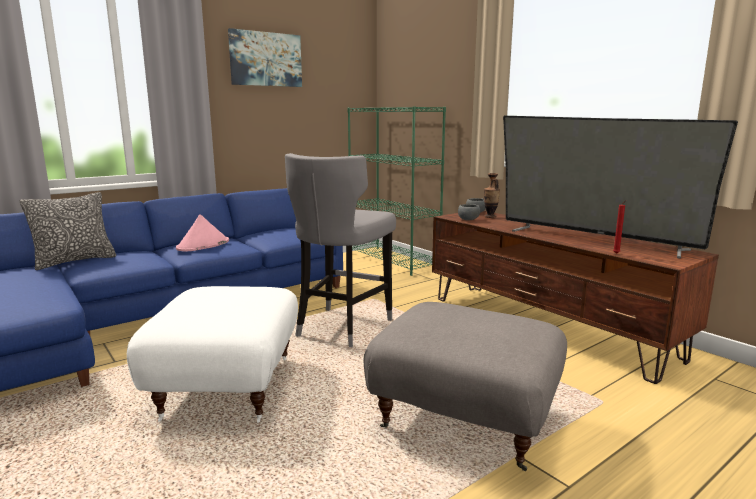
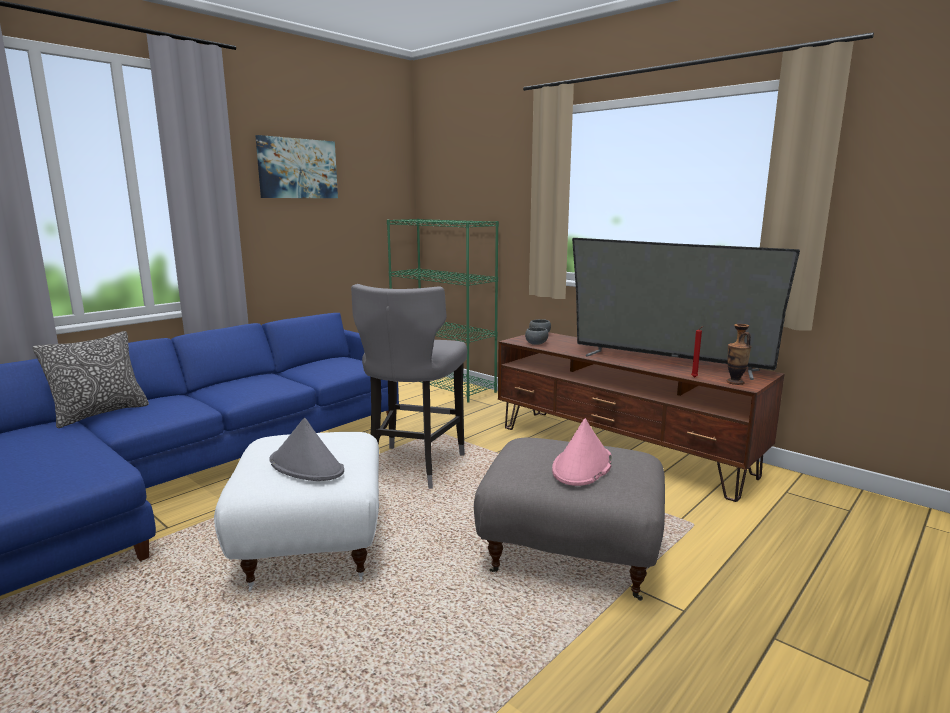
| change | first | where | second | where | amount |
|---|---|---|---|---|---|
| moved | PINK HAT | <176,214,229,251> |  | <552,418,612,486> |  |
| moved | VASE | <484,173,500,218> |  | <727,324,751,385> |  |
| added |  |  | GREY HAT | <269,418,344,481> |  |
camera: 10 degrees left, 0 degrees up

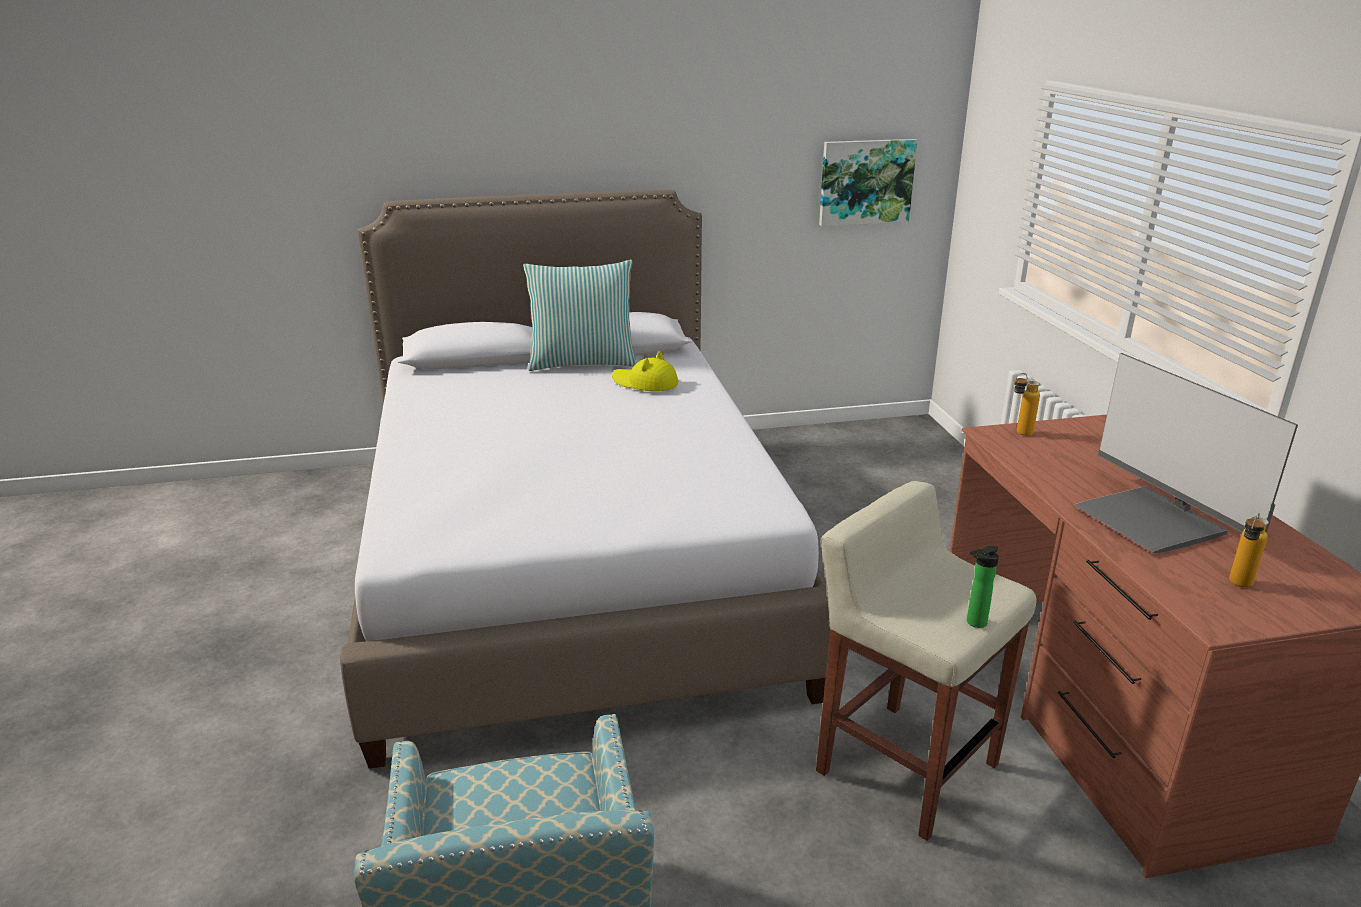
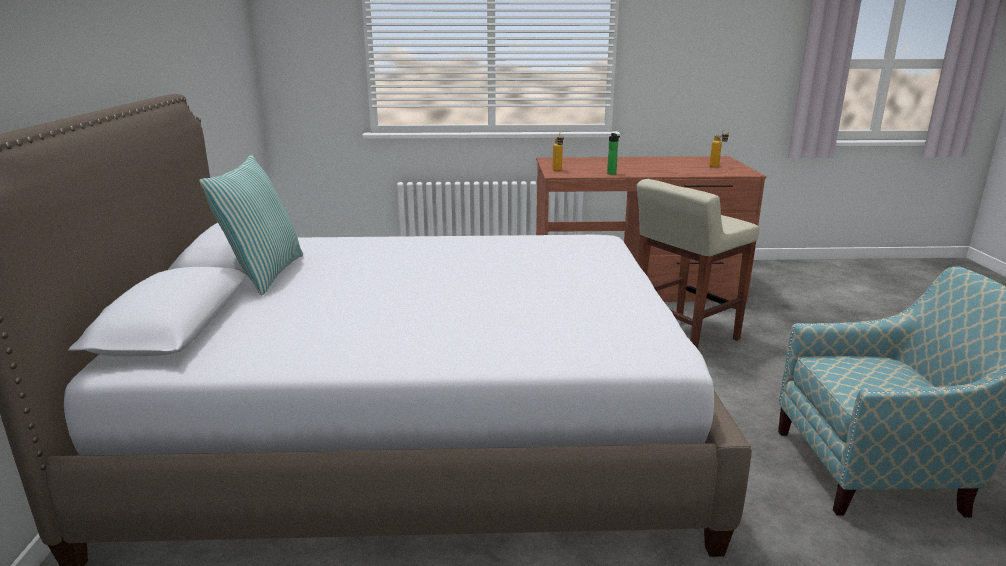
| change | first | where | second | where | amount |
|---|---|---|---|---|---|
| removed | YELLOW HAT | <612,351,678,392> |  |  |  |
| removed | PICTURE | <819,139,917,226> |  |  |  |
| moved | BOTTLE | <967,546,999,628> |  | <607,133,620,175> |  |
| removed | MONITOR | <1074,353,1298,553> |  |  |  |
camera: 80 degrees left, 5 degrees down

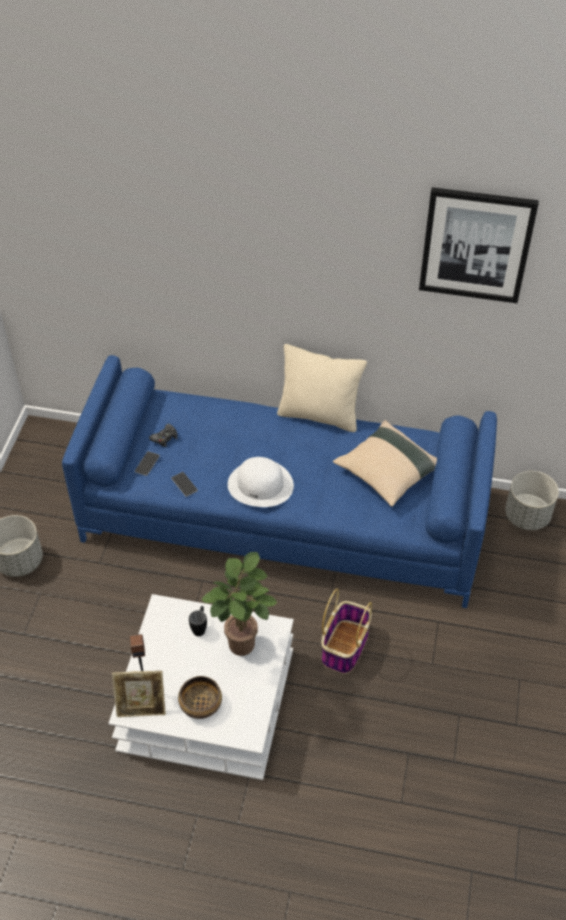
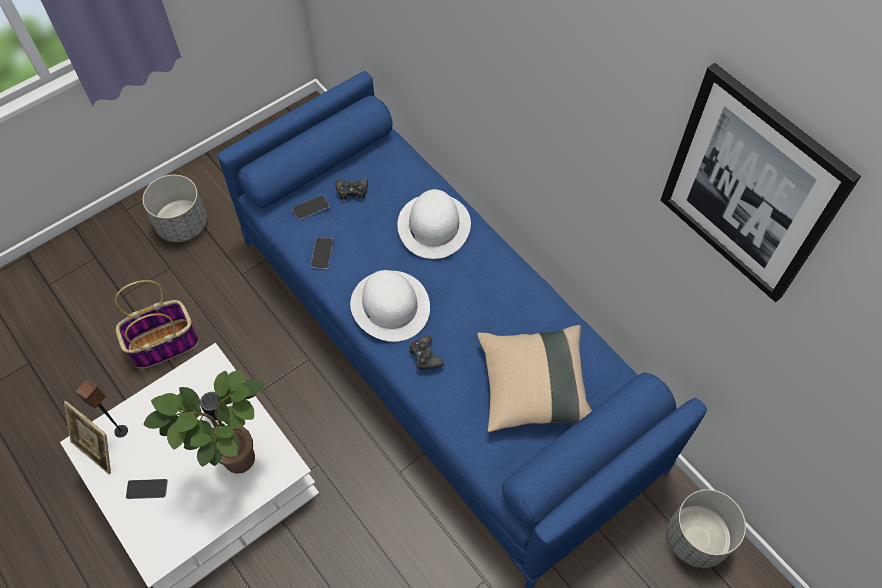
| change | first | where | second | where | amount |
|---|---|---|---|---|---|
| replaced | BOWL | <178,676,222,719> | PHONE | <126,479,168,499> |  |
| removed | BEIGE PILLOW | <277,344,367,432> |  |  |  |
| moved | BASKET | <321,589,372,674> |  | <115,280,199,368> |  |
| added |  |  | WHITE HAT | <397,189,471,259> |  |
| added |  |  | BLACK GAME CONTROLLER | <409,335,444,370> |  |
camera: 40 degrees right, 10 degrees up

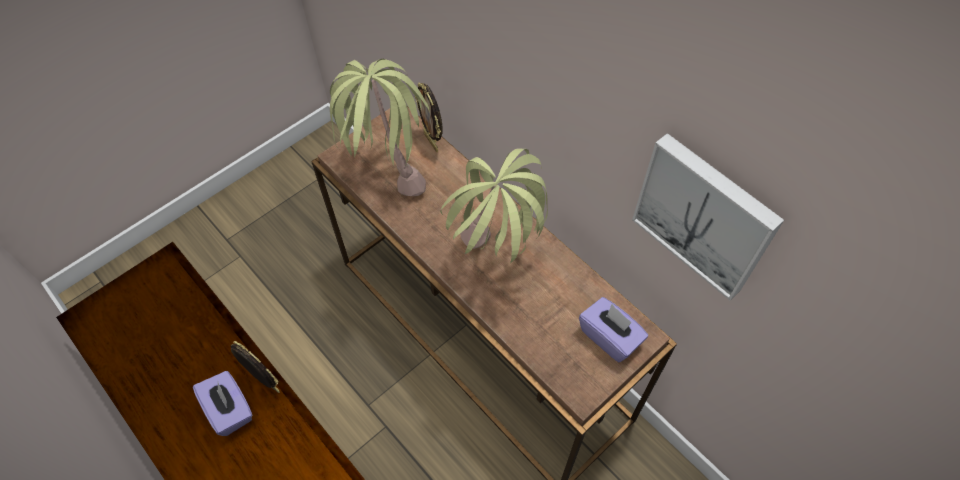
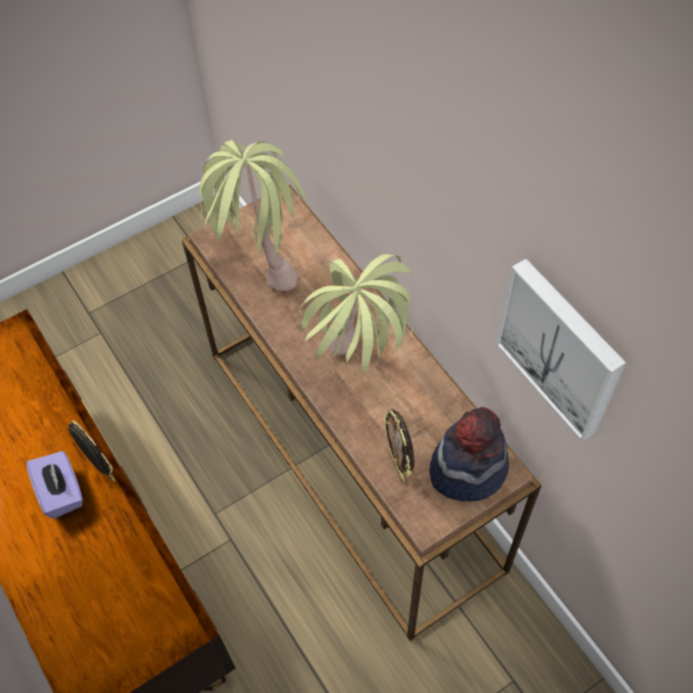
| change | first | where | second | where | amount |
|---|---|---|---|---|---|
| moved | PICTURE FRAME | <415,82,443,152> |  | <383,409,414,484> |  |
| replaced | PURPLE TISSUE BOX | <579,297,648,363> | HAT | <429,407,509,502> |  |
camera: 10 degrees right, 0 degrees up

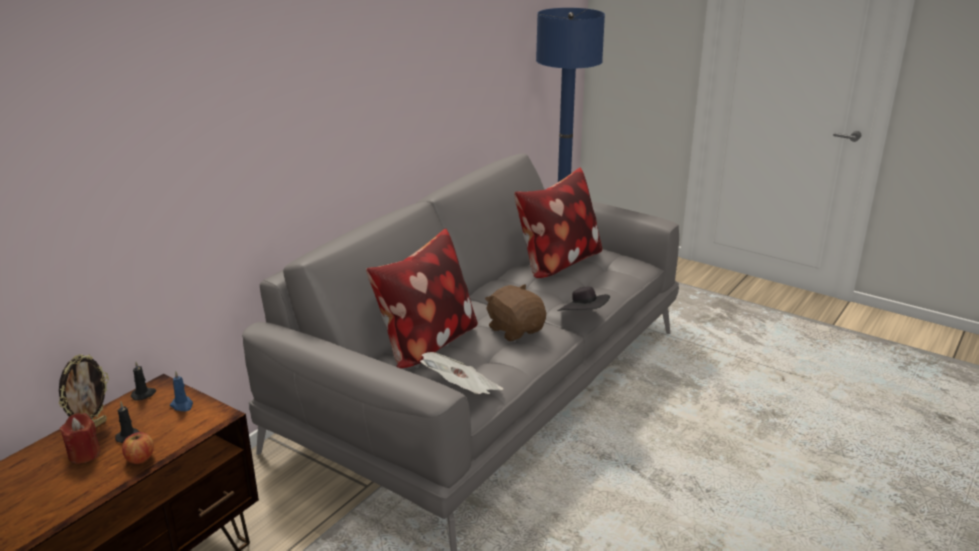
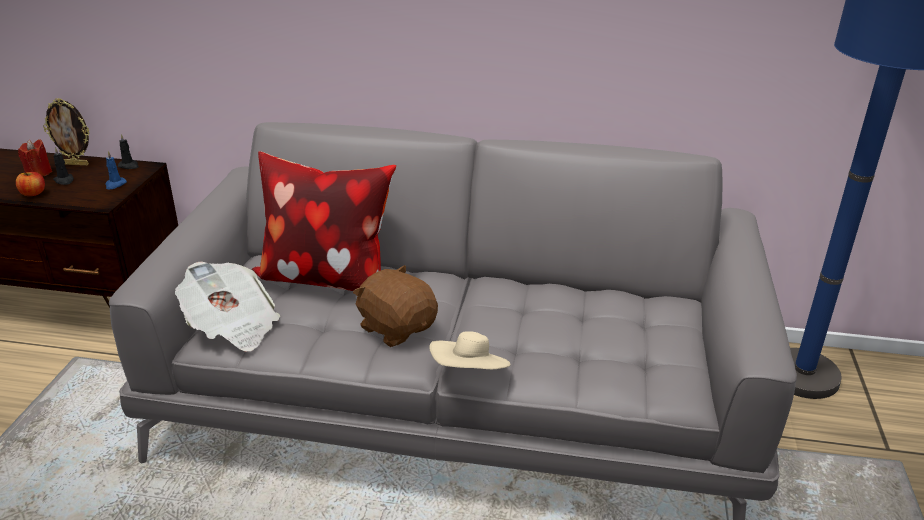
| change | first | where | second | where | amount |
|---|---|---|---|---|---|
| turned | BROWN PLUSH TOY | <485,284,546,341> |  | <353,265,438,347> | 75 degrees counterclockwise |
| removed | PILLOW | <514,167,602,278> |  |  |  |
| recoloured | BLACK HAT | <557,287,610,311> | BEIGE HAT | <429,332,510,369> |  |
camera: 65 degrees right, 5 degrees up

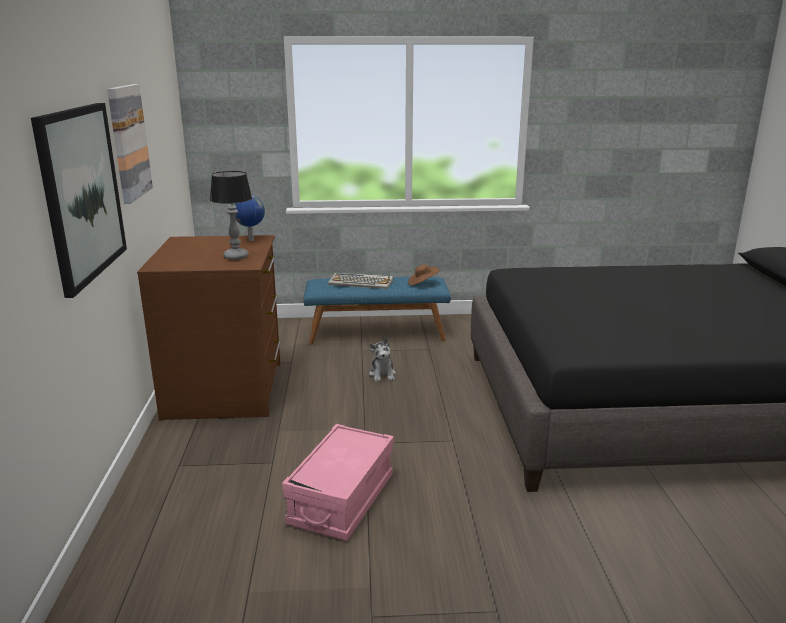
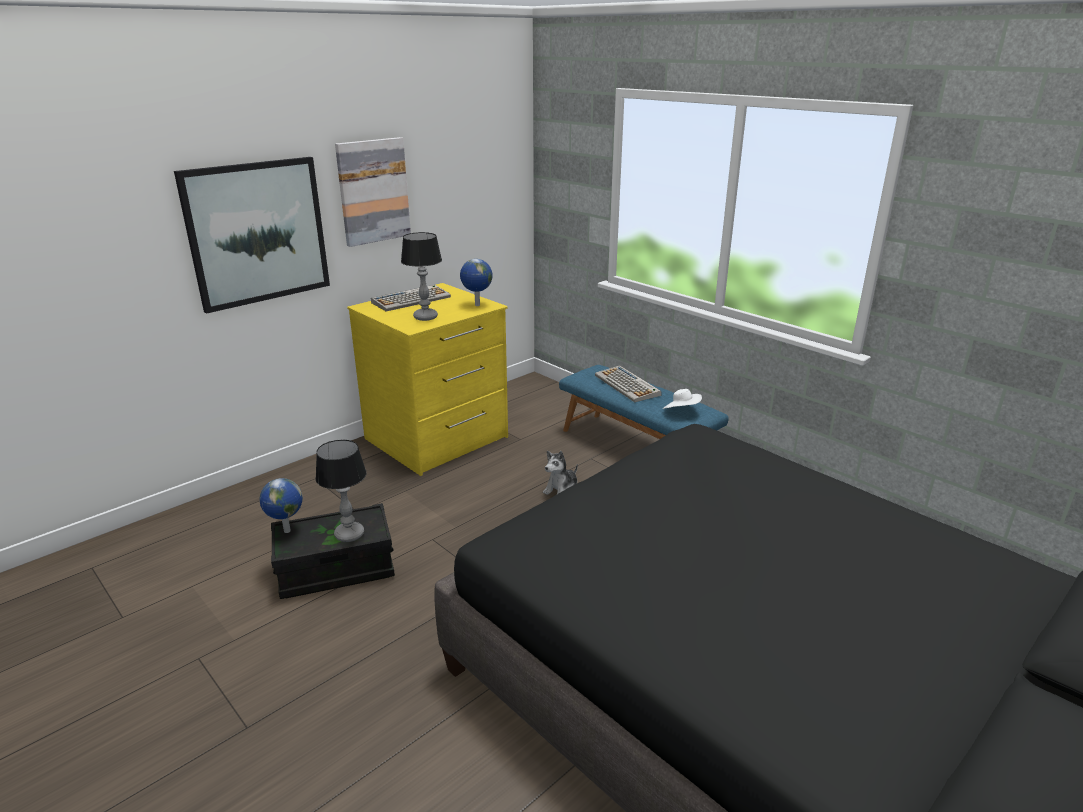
| change | first | where | second | where | amount |
|---|---|---|---|---|---|
| recoloured | BROWN DRESSER | <137,235,281,420> | YELLOW DRESSER | <347,283,508,476> |  |
| recoloured | PINK STORAGE BOX | <282,424,394,541> | BLACK STORAGE BOX | <271,503,395,599> |  |
| recoloured | BROWN HAT | <408,264,440,285> | WHITE HAT | <663,389,702,409> |  |
| added |  |  | GLOBE | <259,478,303,533> |  |
| added |  |  | TABLE LAMP | <315,440,367,542> |  |
| added |  |  | KEYBOARD | <371,285,451,312> |  |
camera: 50 degrees right, 5 degrees up

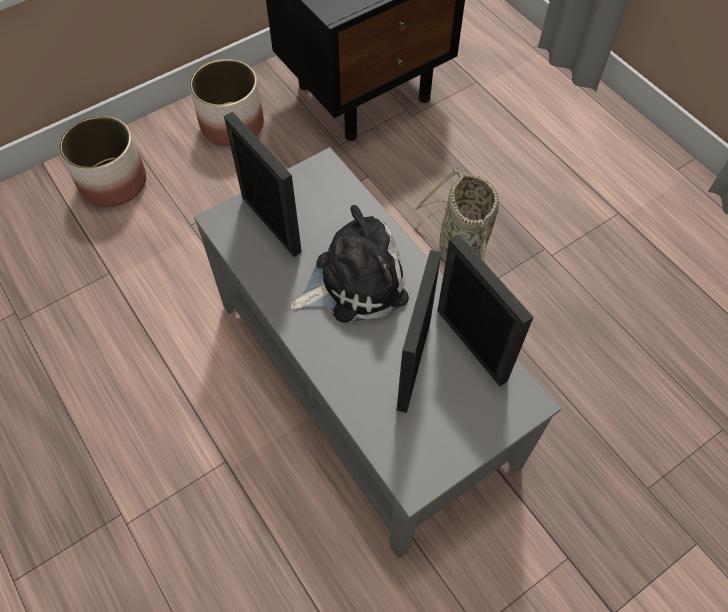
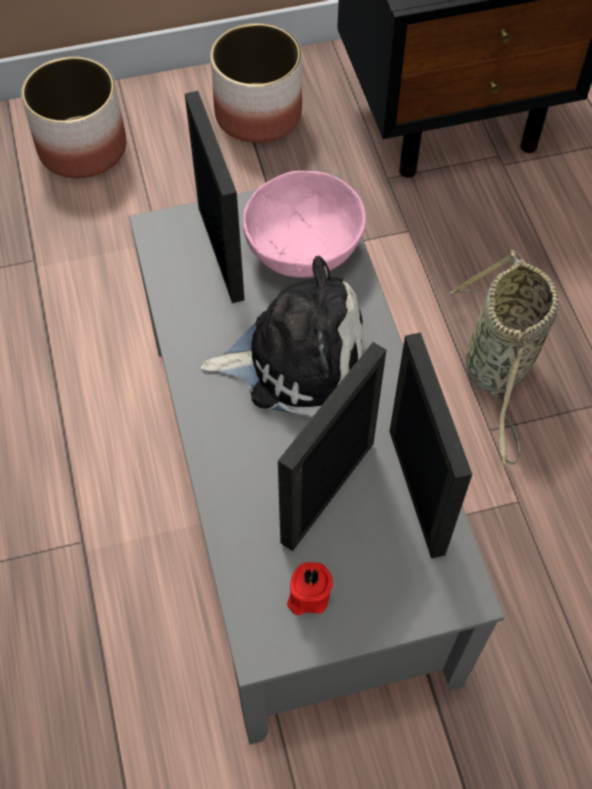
| change | first | where | second | where | amount |
|---|---|---|---|---|---|
| added |  |  | PINK BOWL | <243,171,366,278> |  |
| added |  |  | RED CANDLE | <287,562,333,615> |  |
camera: 20 degrees right, 0 degrees up

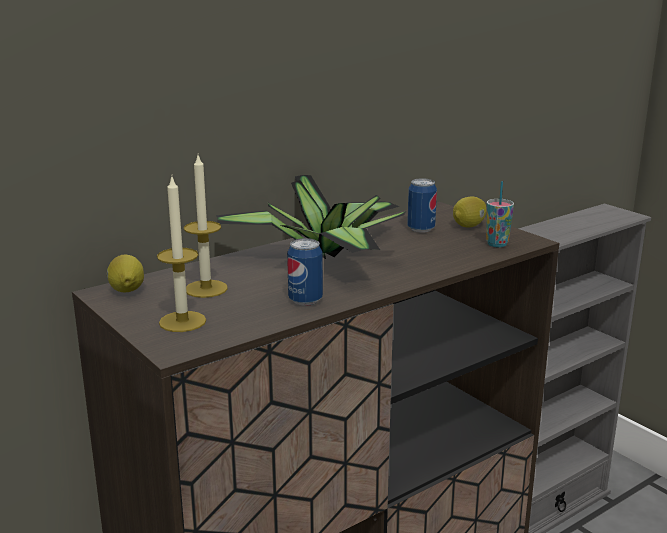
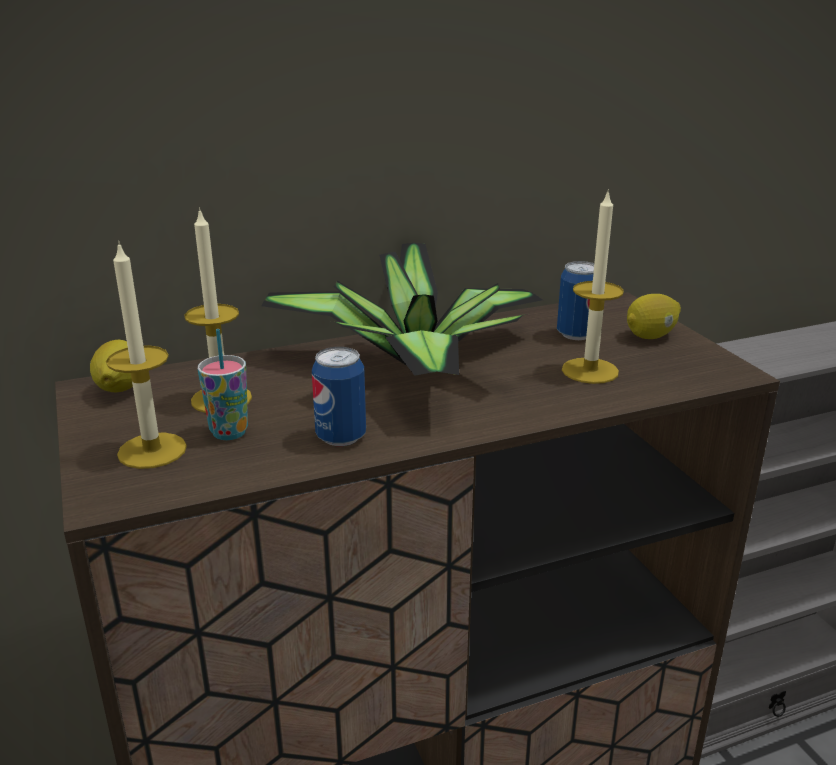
| change | first | where | second | where | amount |
|---|---|---|---|---|---|
| moved | CUP | <486,181,514,247> |  | <198,329,248,440> |  |
| added |  |  | CANDLE | <562,189,624,384> |  |
camera: 15 degrees right, 5 degrees up

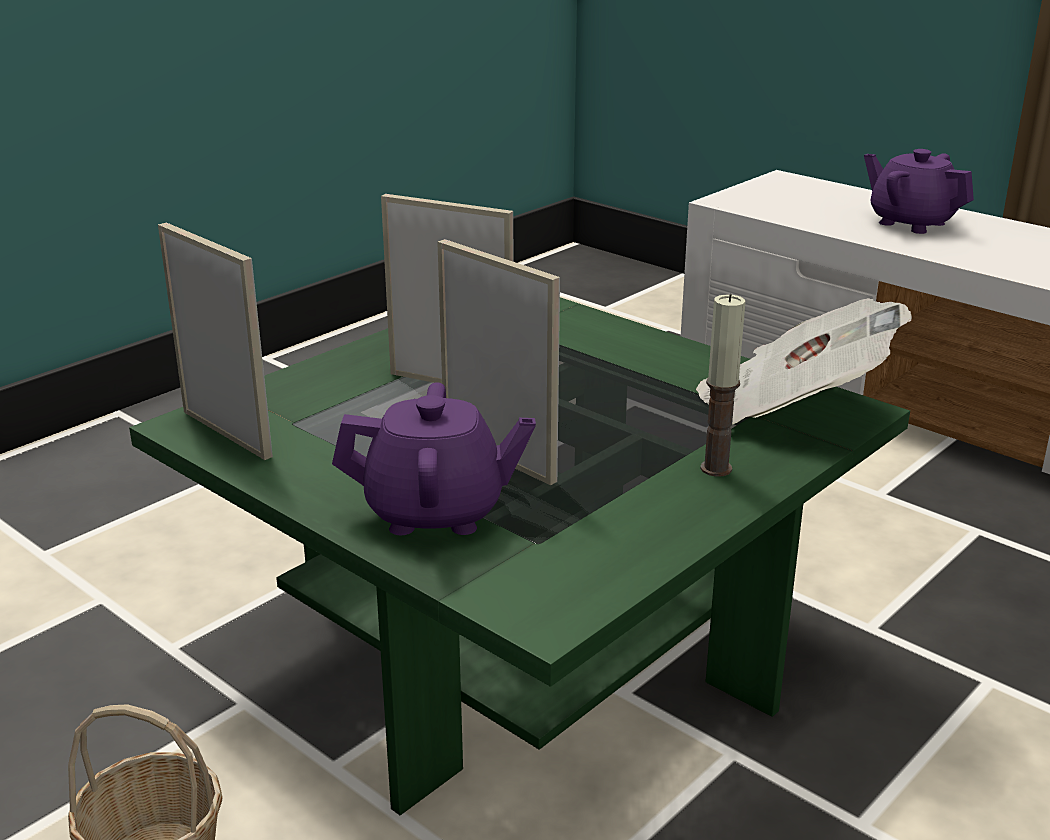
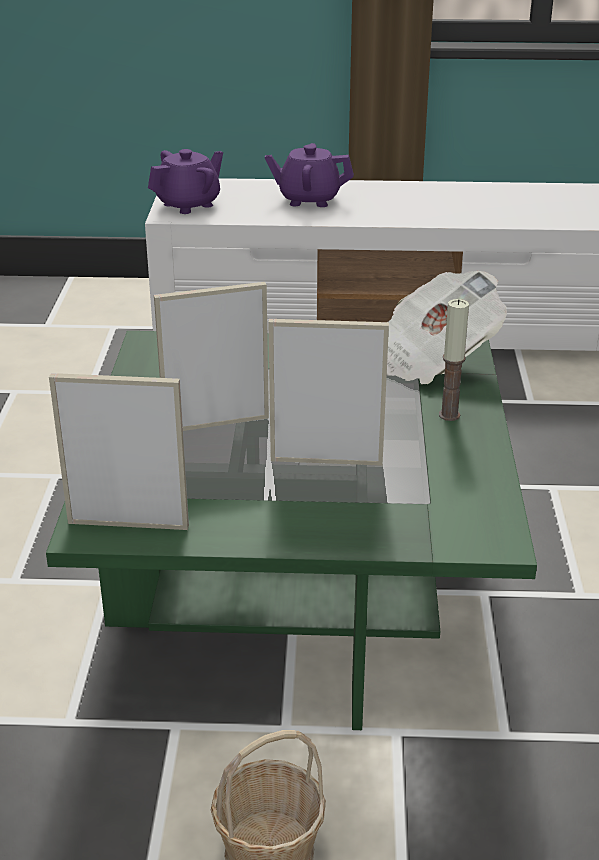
| change | first | where | second | where | amount |
|---|---|---|---|---|---|
| moved | PURPLE TEAPOT | <332,382,536,535> |  | <148,149,223,214> |  |
camera: 40 degrees left, 5 degrees up

